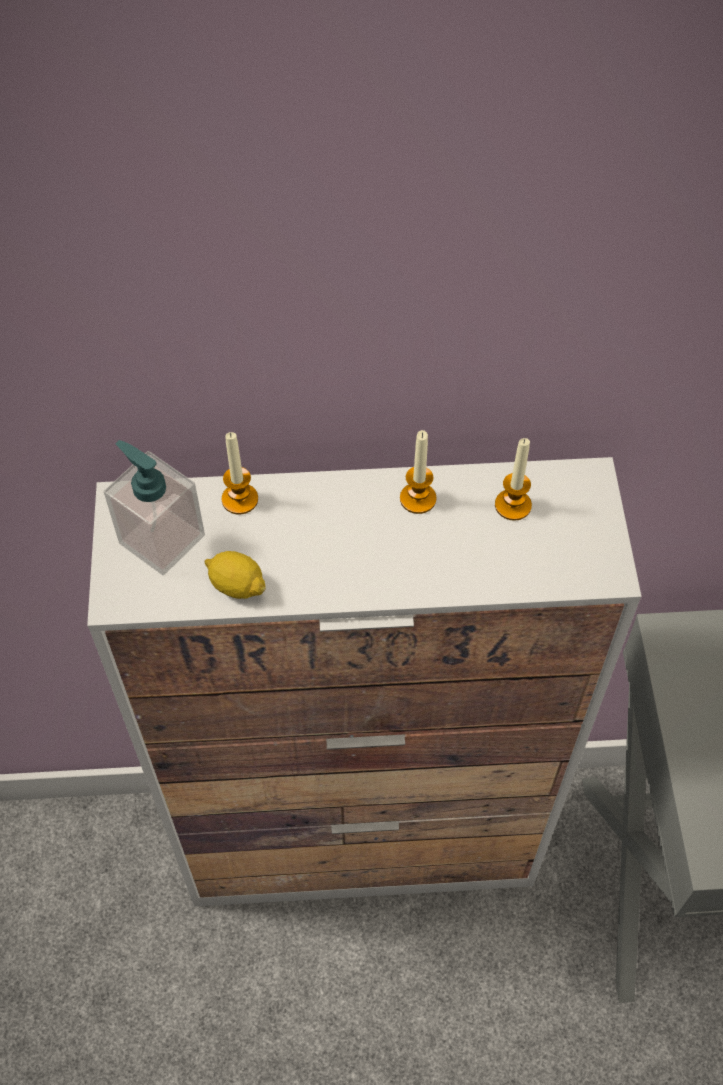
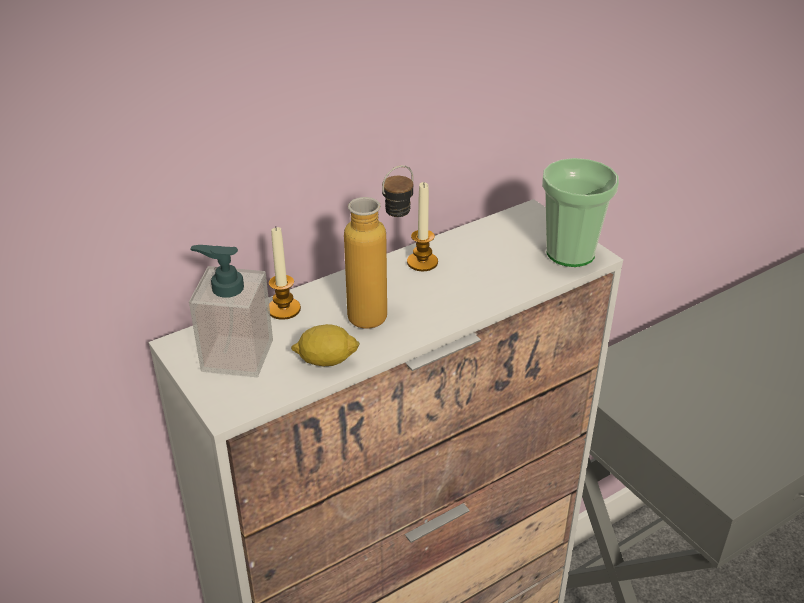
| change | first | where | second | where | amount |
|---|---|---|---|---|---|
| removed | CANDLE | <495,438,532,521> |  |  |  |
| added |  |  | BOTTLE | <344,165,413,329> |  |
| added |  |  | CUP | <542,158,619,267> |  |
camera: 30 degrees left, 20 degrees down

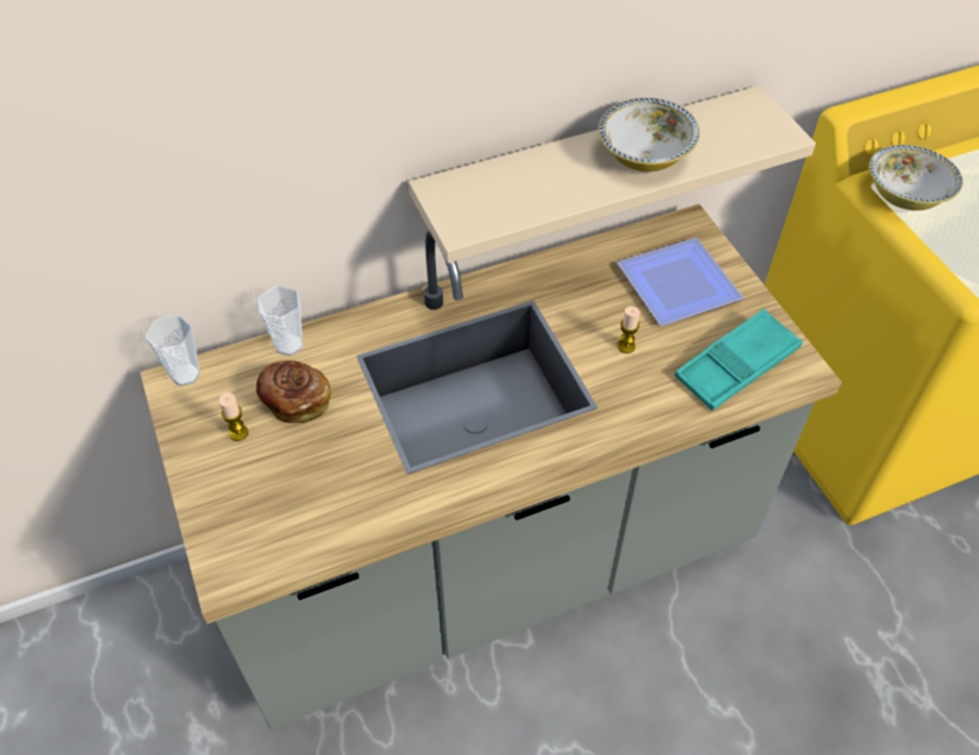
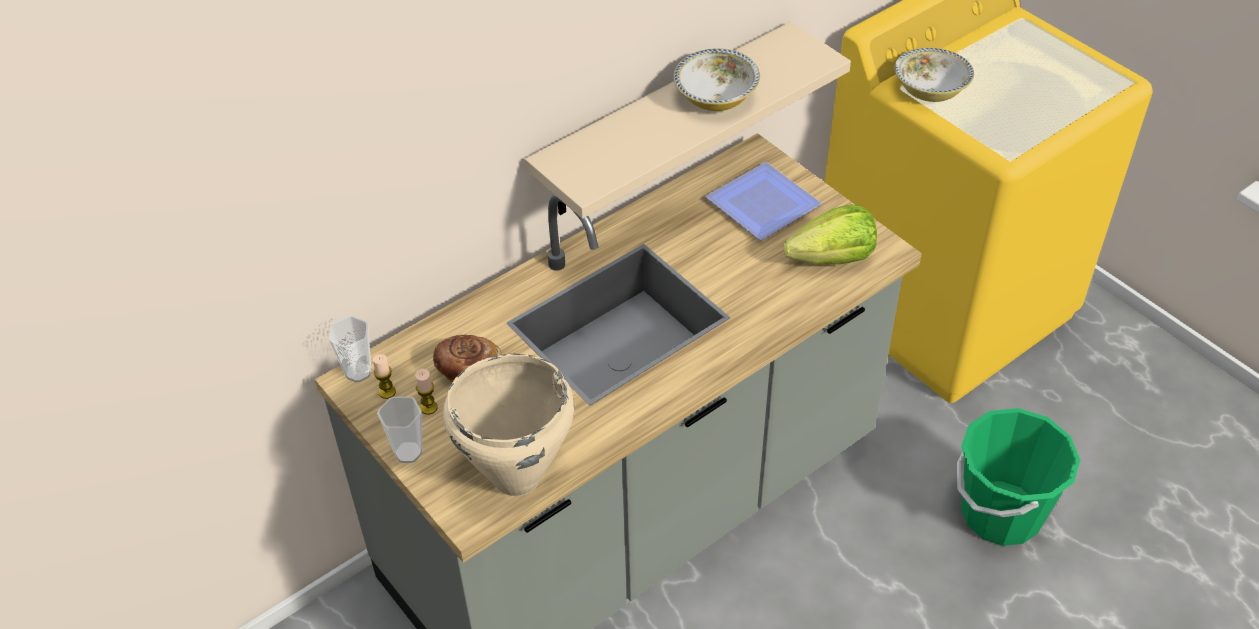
| change | first | where | second | where | amount |
|---|---|---|---|---|---|
| moved | CUP | <258,285,303,356> |  | <377,397,422,463> |  |
| moved | CANDLE | <617,306,640,353> |  | <373,354,396,399> |  |
| replaced | TURQUOISE TRAY | <674,309,803,411> | LETTUCE | <784,205,877,264> |  |
| added |  |  | BEIGE COOKING POT | <443,354,574,496> |  |
| added |  |  | GREEN BUCKET | <957,408,1080,546> |  |
camera: 15 degrees left, 5 degrees down

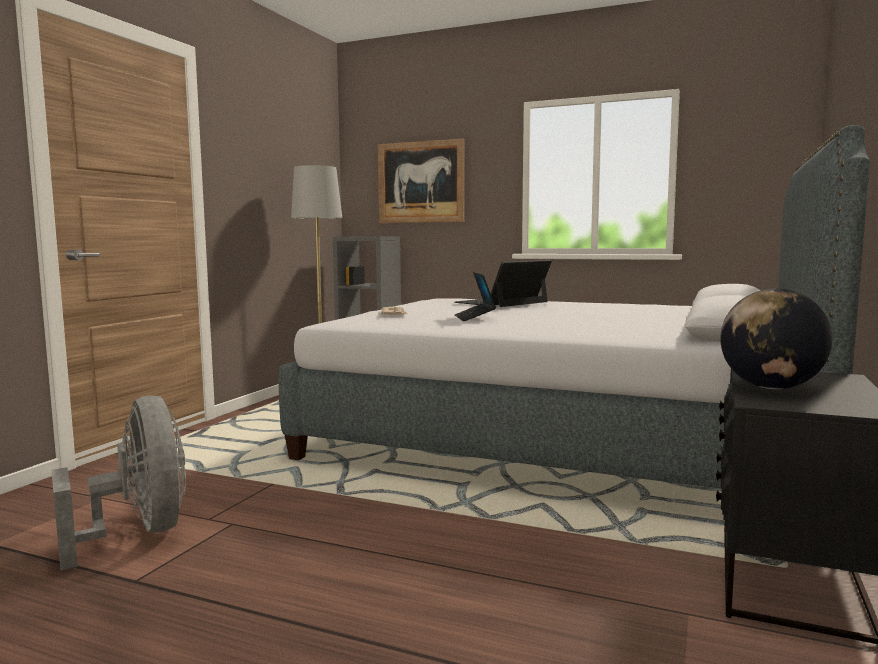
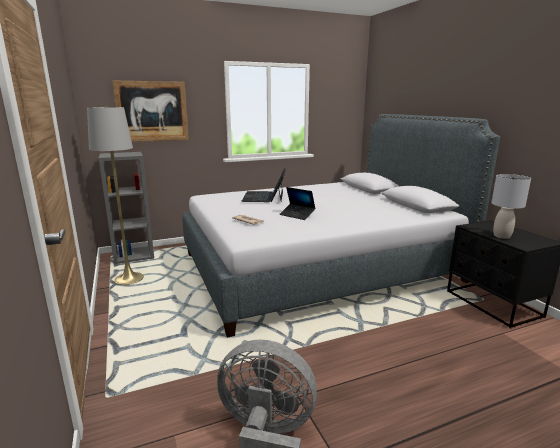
| change | first | where | second | where | amount |
|---|---|---|---|---|---|
| replaced | GLOBE | <720,289,832,389> | GREY TABLE LAMP | <491,174,531,239> |  |
camera: 45 degrees left, 10 degrees up

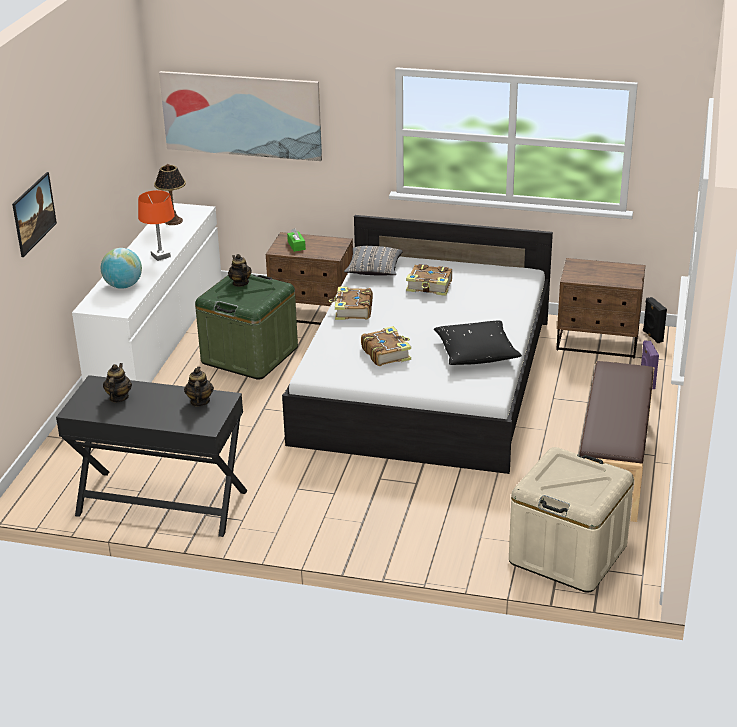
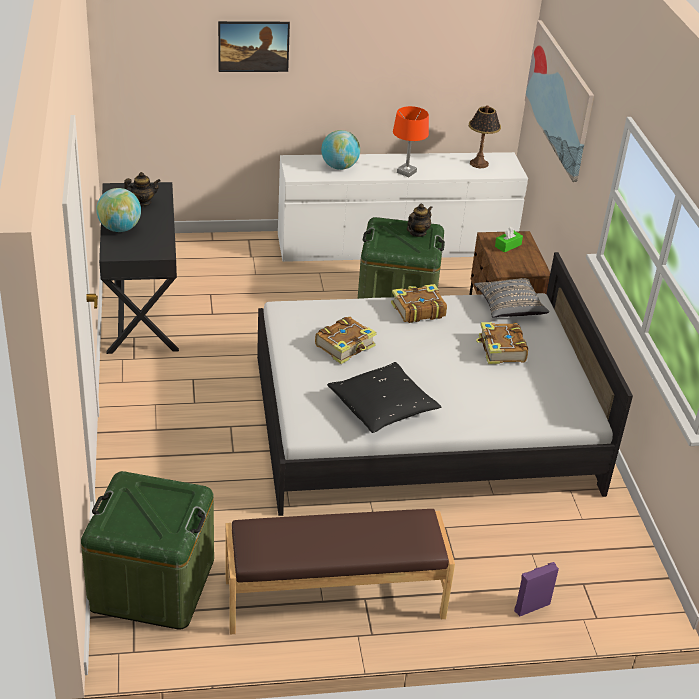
| change | first | where | second | where | amount |
|---|---|---|---|---|---|
| removed | TEAPOT | <184,367,214,407> |  |  |  |
| recoloured | BEIGE STORAGE BOX | <509,447,634,593> | GREEN STORAGE BOX | <81,471,214,630> |  |
| removed | BROWN NIGHTSTAND | <556,258,645,358> |  |  |  |
| removed | BLACK SPEAKER | <643,297,667,343> |  |  |  |
| added |  |  | GLOBE | <96,188,141,232> |  |
camera: 65 degrees right, 5 degrees up

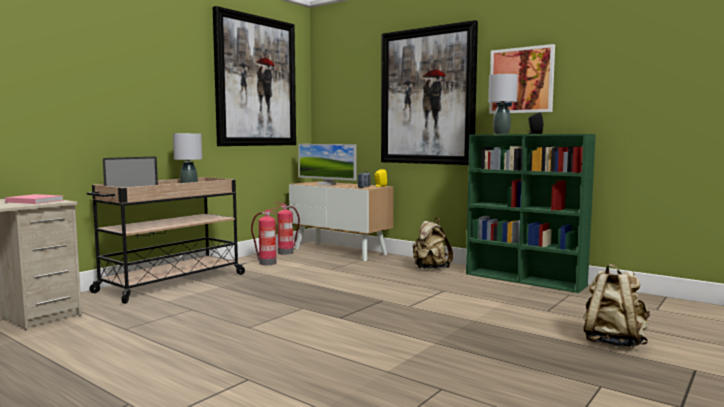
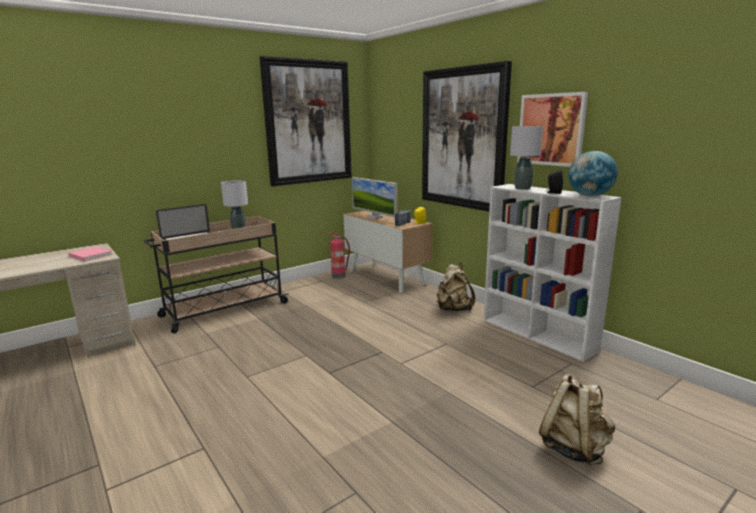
| change | first | where | second | where | amount |
|---|---|---|---|---|---|
| removed | FIRE EXTINGUISHER | <251,208,278,265> |  |  |  |
| recoloured | GREEN BOOKCASE | <466,134,596,293> | WHITE BOOKCASE | <484,184,621,362> |  |
| added |  |  | GLOBE | <568,151,618,197> |  |
camera: 15 degrees right, 10 degrees up

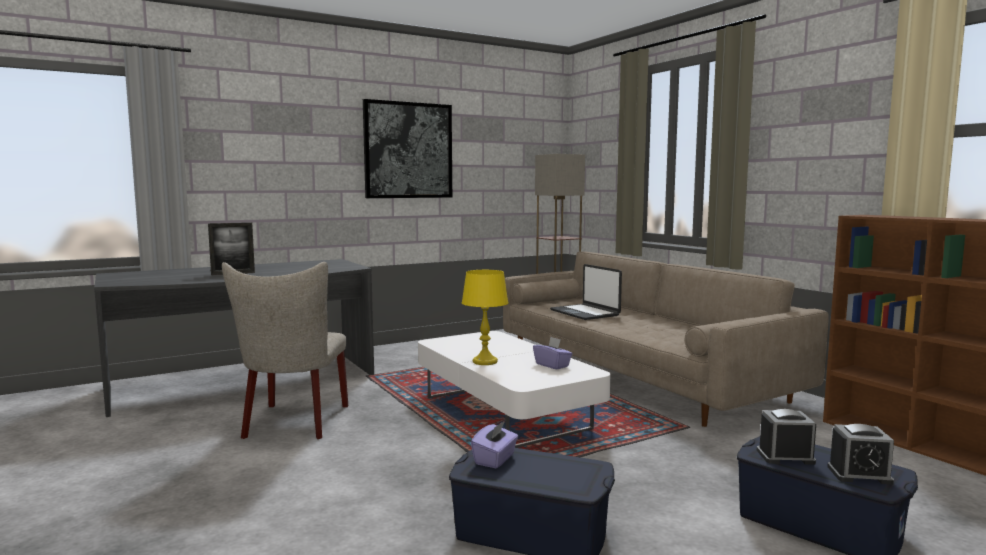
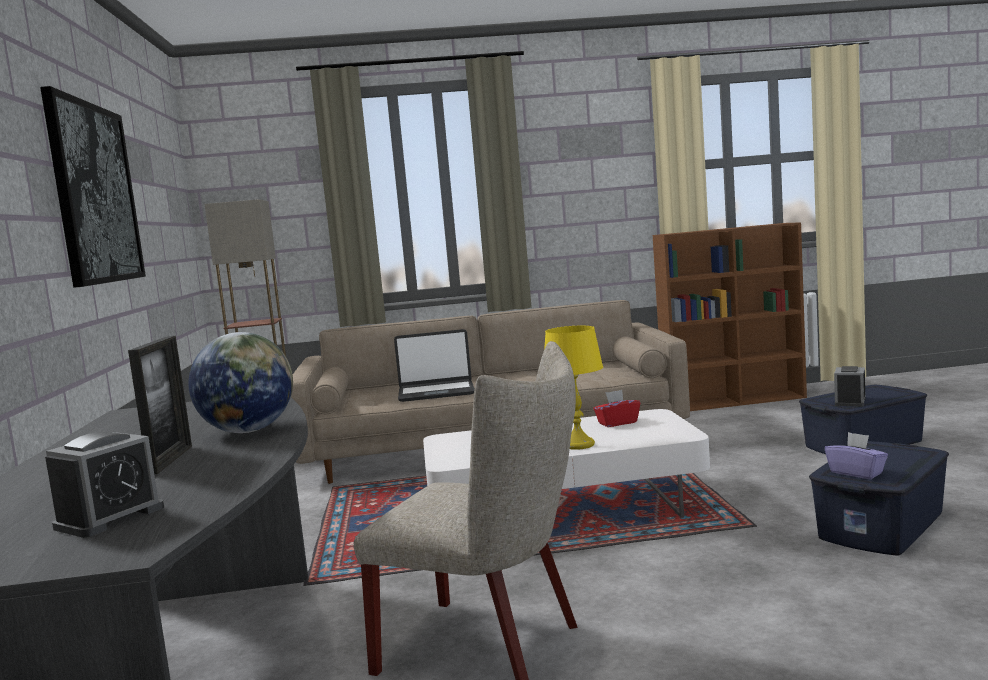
| change | first | where | second | where | amount |
|---|---|---|---|---|---|
| recoloured | PURPLE TISSUE BOX | <533,337,572,369> | RED TISSUE BOX | <593,390,640,427> |  |
| moved | ALARM CLOCK | <827,424,894,485> |  | <45,432,164,538> |  |
| added |  |  | GLOBE | <189,332,293,433> |  |
camera: 65 degrees left, 0 degrees up

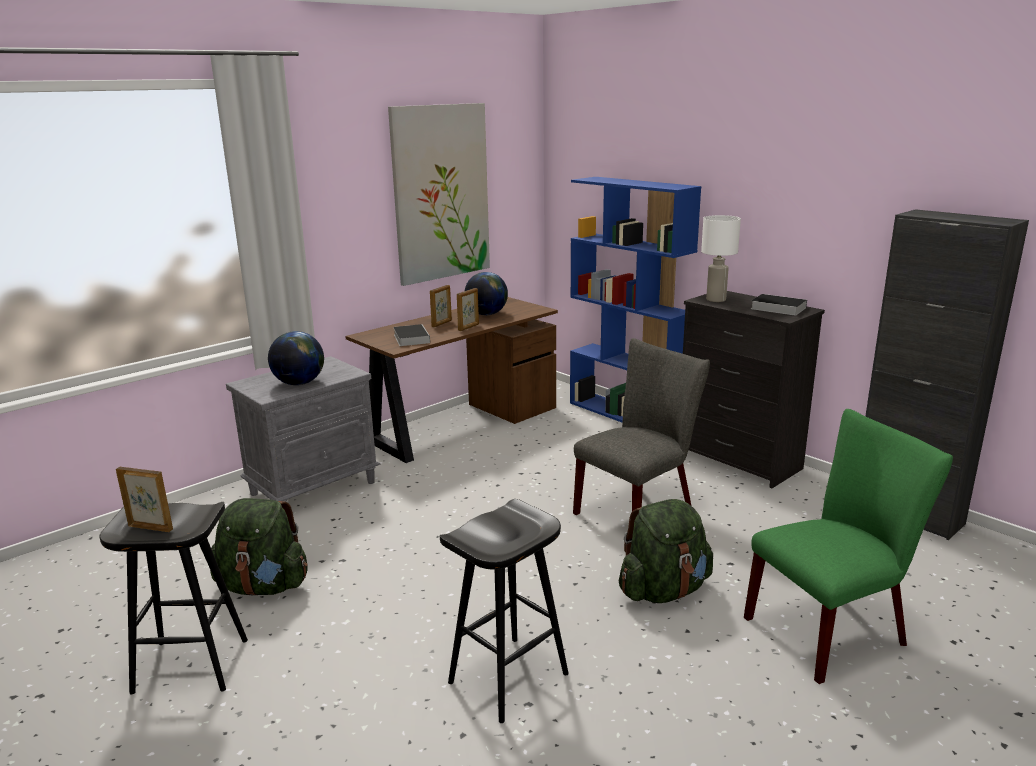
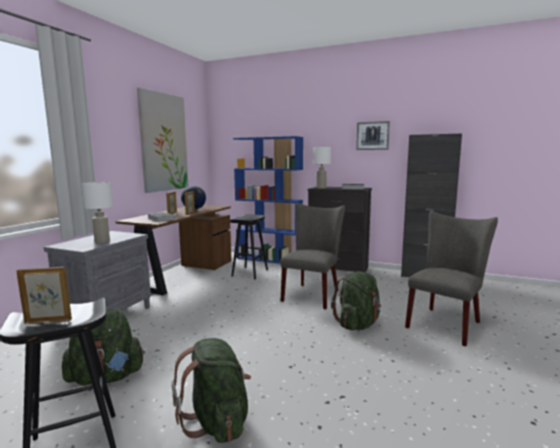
| change | first | where | second | where | amount |
|---|---|---|---|---|---|
| replaced | GLOBE | <268,331,324,385> | WHITE TABLE LAMP | <82,182,113,243> |  |
| moved | BLACK STOOL | <440,499,569,723> |  | <230,214,268,279> |  |
| recoloured | GREEN CHAIR | <744,409,953,684> | GREY CHAIR | <405,211,498,346> |  |
| added |  |  | GREEN BACKPACK | <172,338,251,443> |  |
| added |  |  | PICTURE | <356,121,390,150> |  |
camera: 25 degrees left, 10 degrees down

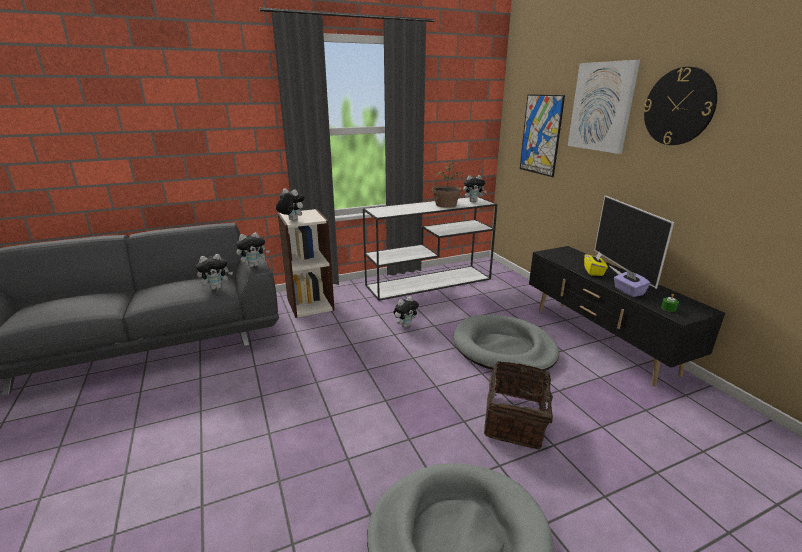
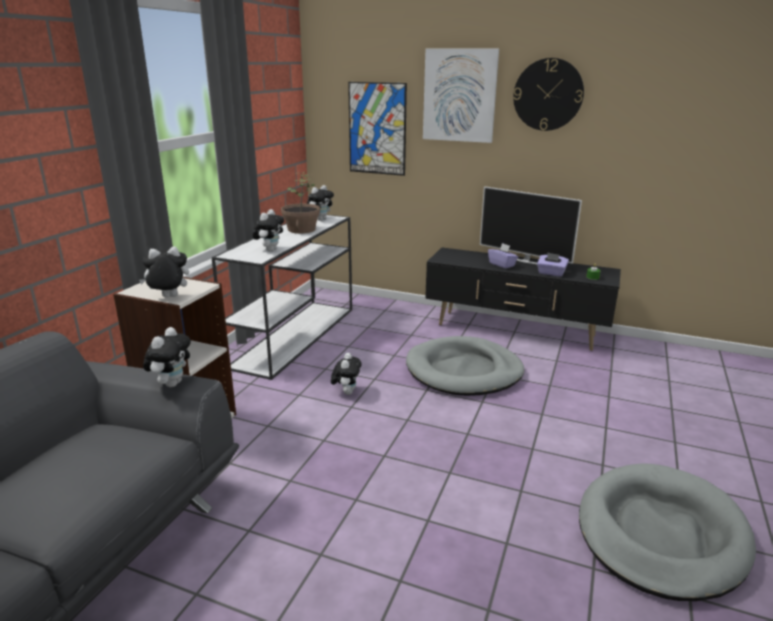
| change | first | where | second | where | amount |
|---|---|---|---|---|---|
| moved | PLUSH TOY | <196,254,233,290> |  | <252,209,284,251> |  |
| removed | BASKET | <484,361,565,449> |  |  |  |
| recoloured | YELLOW TISSUE BOX | <584,252,608,276> | PURPLE TISSUE BOX | <488,243,518,269> |  |
camera: 45 degrees left, 0 degrees up

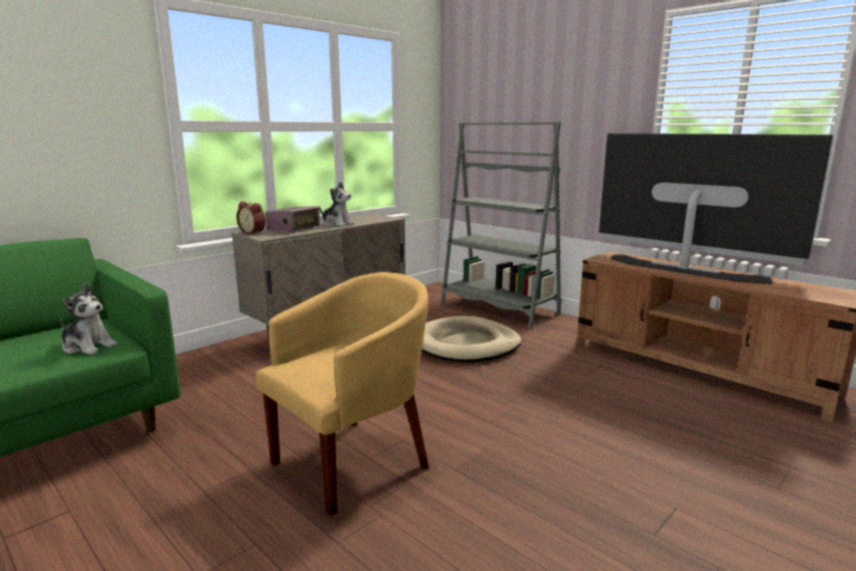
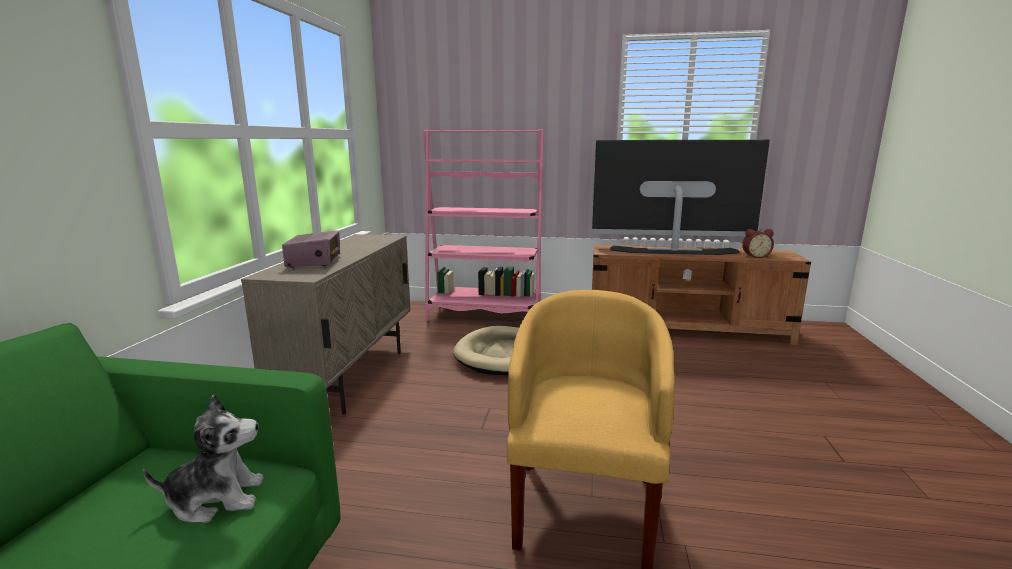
| change | first | where | second | where | amount |
|---|---|---|---|---|---|
| moved | ALARM CLOCK | <236,201,266,234> |  | <742,229,774,258> |  |
| removed | PLUSH TOY | <319,182,355,227> |  |  |  |
| recoloured | GREY BOOKCASE | <441,121,561,330> | PINK BOOKCASE | <423,129,544,321> |  |
camera: 35 degrees left, 0 degrees up

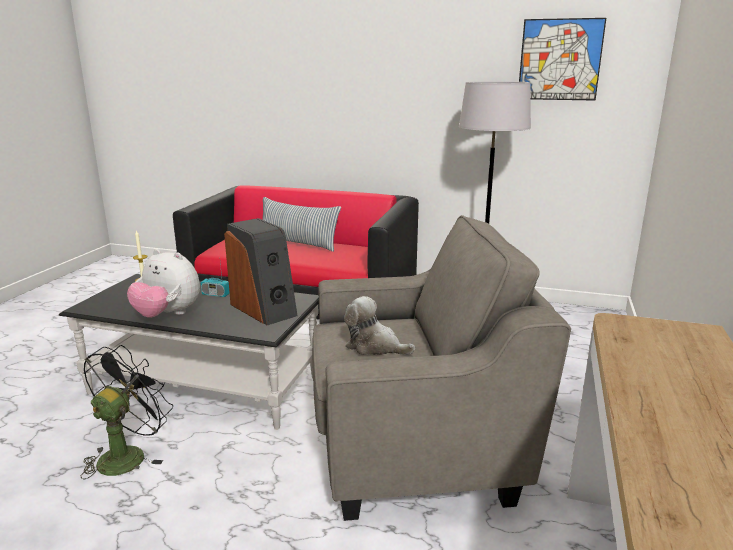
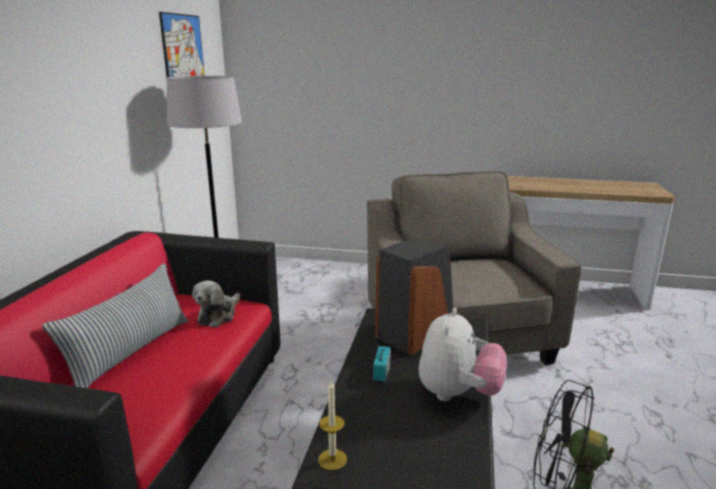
| change | first | where | second | where | amount |
|---|---|---|---|---|---|
| moved | PLUSH TOY | <344,296,415,355> |  | <192,281,240,328> |  |
camera: 95 degrees left, 0 degrees up

